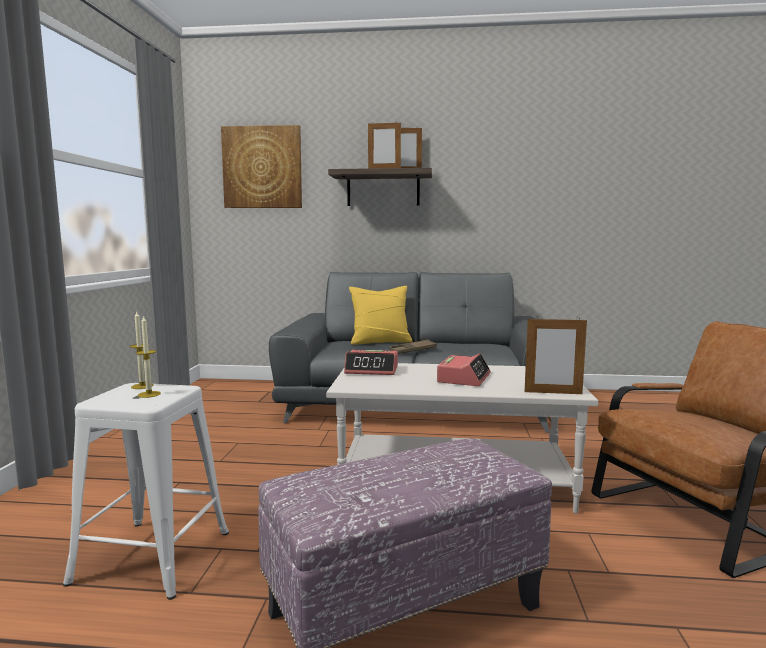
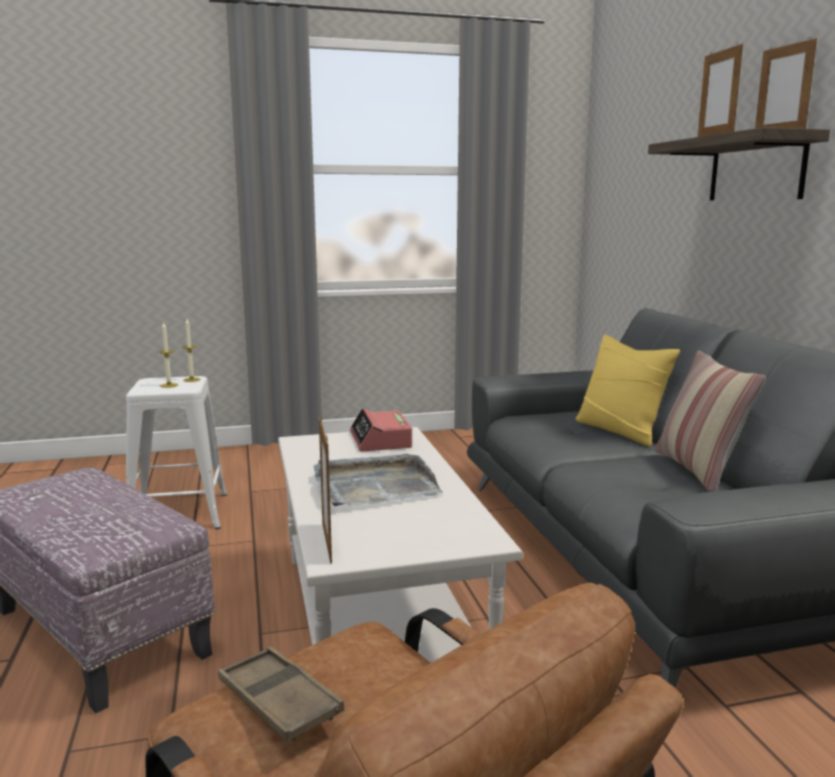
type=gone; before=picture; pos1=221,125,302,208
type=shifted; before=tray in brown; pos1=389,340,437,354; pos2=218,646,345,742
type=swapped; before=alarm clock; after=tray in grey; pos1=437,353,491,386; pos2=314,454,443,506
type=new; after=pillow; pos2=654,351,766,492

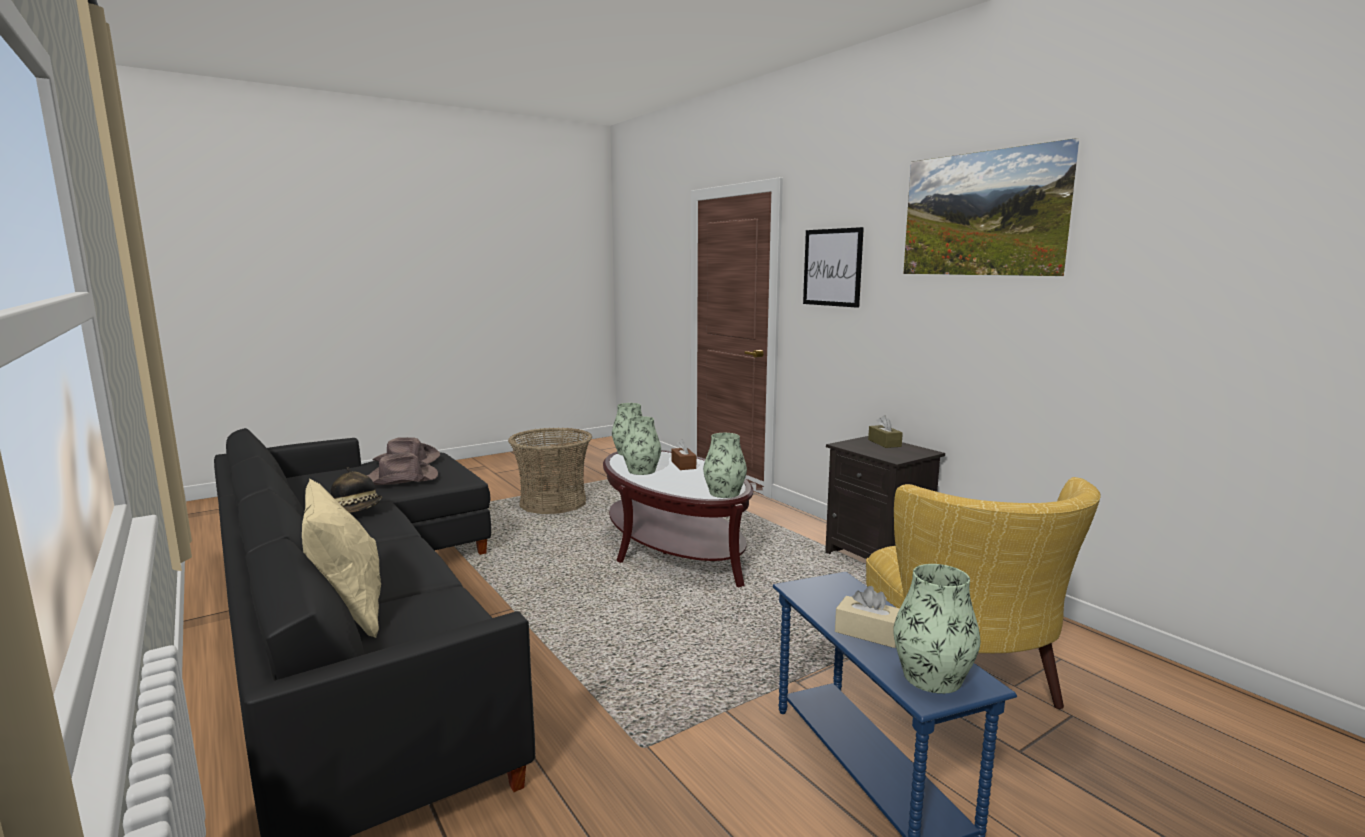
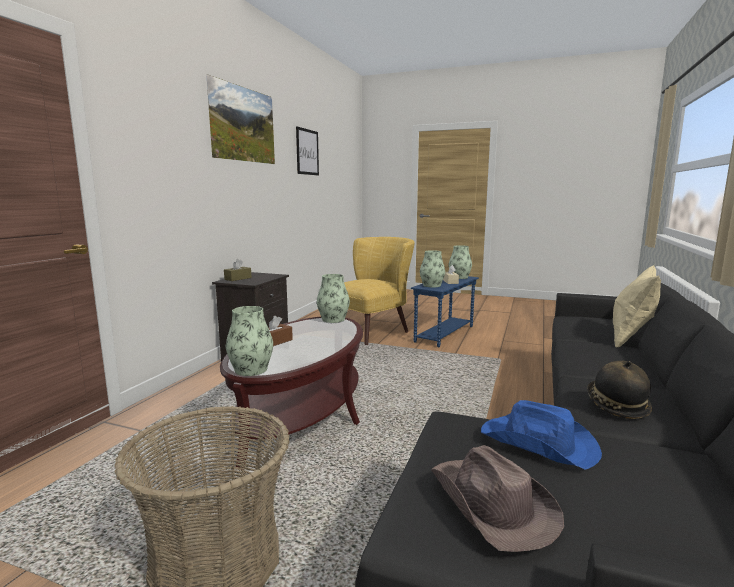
type=repainted; before=hat in brown; after=hat in blue; pos1=367,453,438,485; pos2=481,400,602,470
type=shifted; before=vase; pos1=622,416,661,475; pos2=420,250,445,287
type=shifted; before=picture; pos1=803,227,864,308; pos2=296,126,319,175

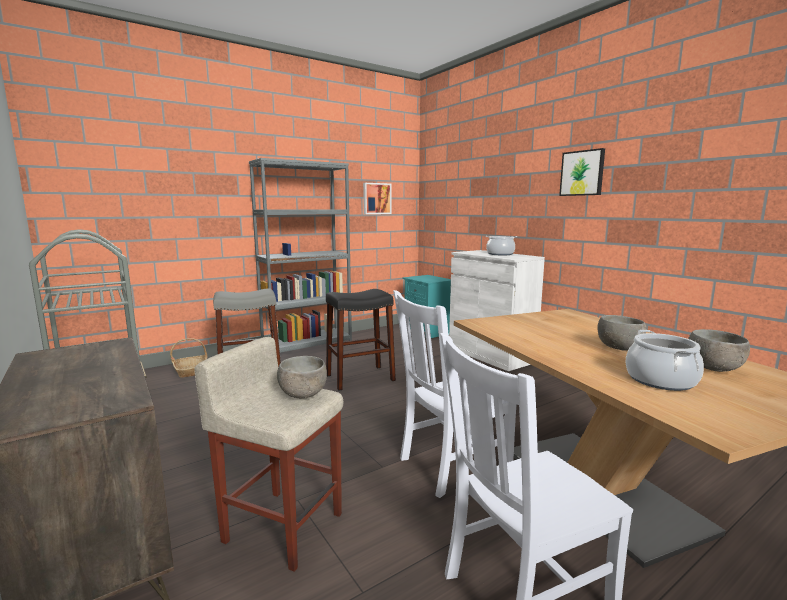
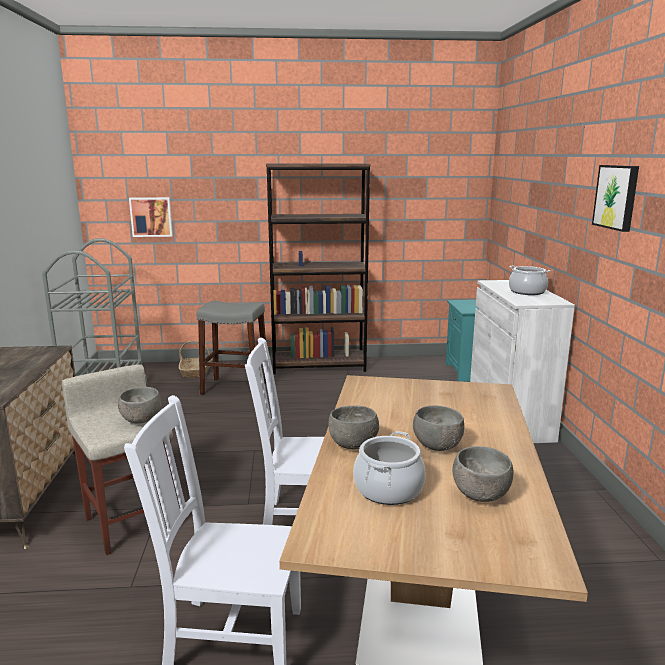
type=repainted; before=bookcase in grey; after=bookcase in brown; pos1=249,158,352,353; pos2=266,163,371,374
type=gone; before=stool in black; pos1=326,289,396,391
type=shifted; before=picture; pos1=363,183,391,214; pos2=129,197,173,237
type=new; after=bowl in grey; pos2=329,405,379,449

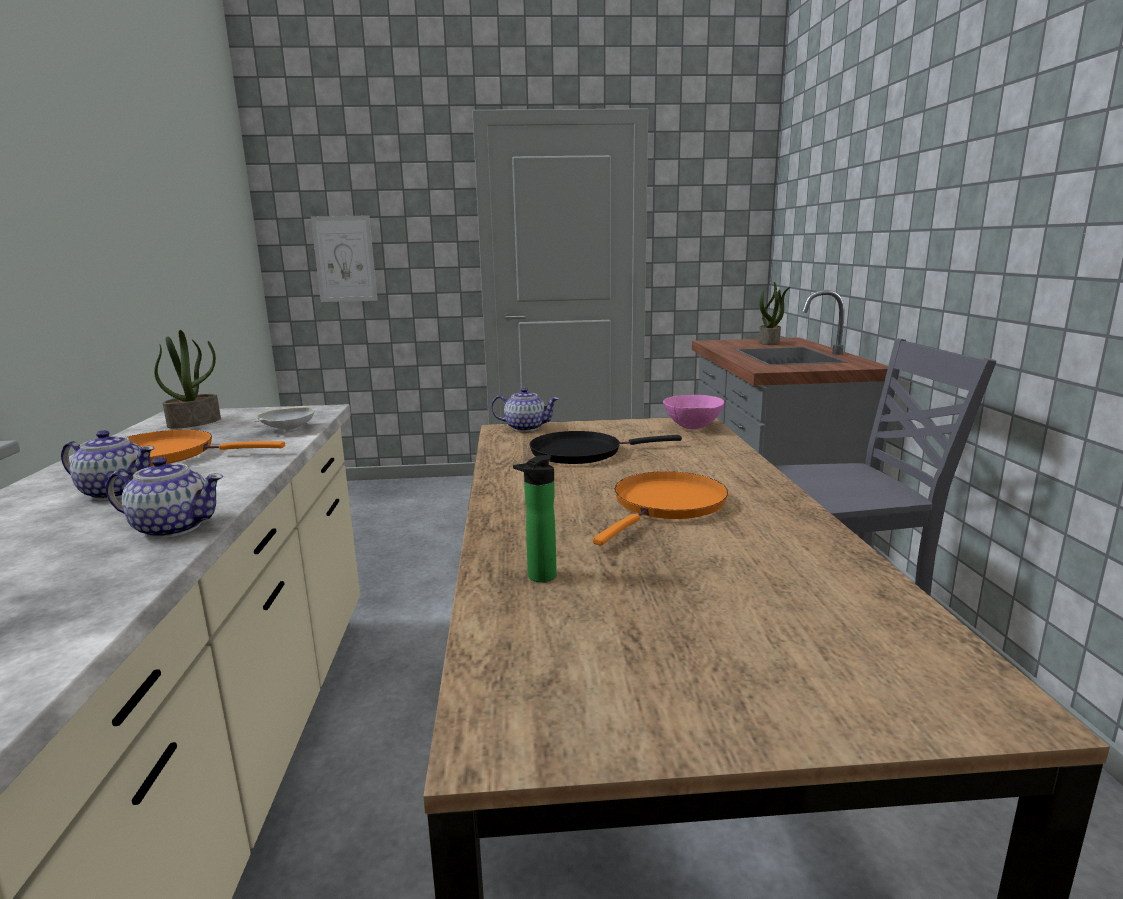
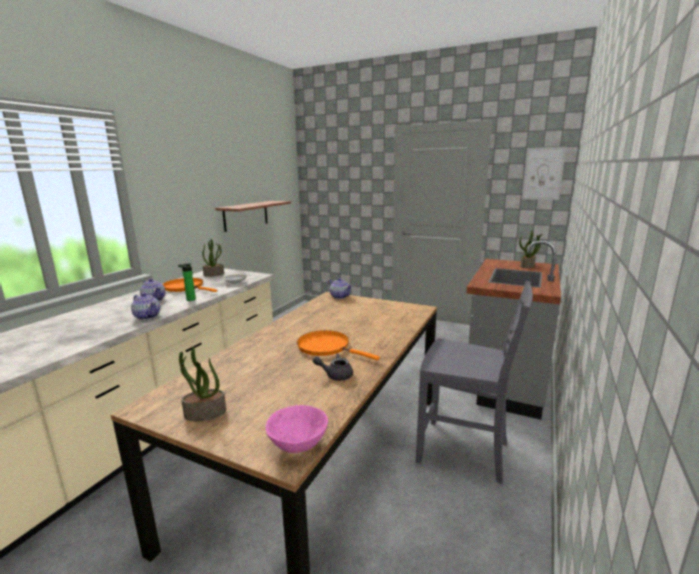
type=shifted; before=picture; pos1=311,215,377,302; pos2=522,147,566,200
type=shifted; before=bottle; pos1=513,455,557,582; pos2=178,263,196,301
type=gone; before=frying pan in black; pos1=530,431,682,464
type=rotated; before=frying pan in orange; pos1=593,471,728,546; pos2=297,330,380,360; turn=-120
type=shifted; before=bowl in pink; pos1=663,395,725,429; pos2=265,405,328,453
type=new; after=potted plant; pos2=179,347,226,421
type=new; after=shelf; pos2=215,201,291,232
type=new; after=teapot in grey; pos2=313,353,353,381

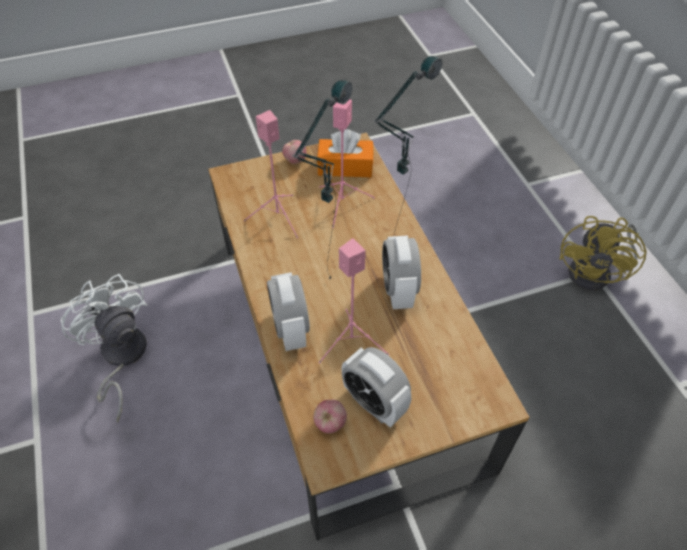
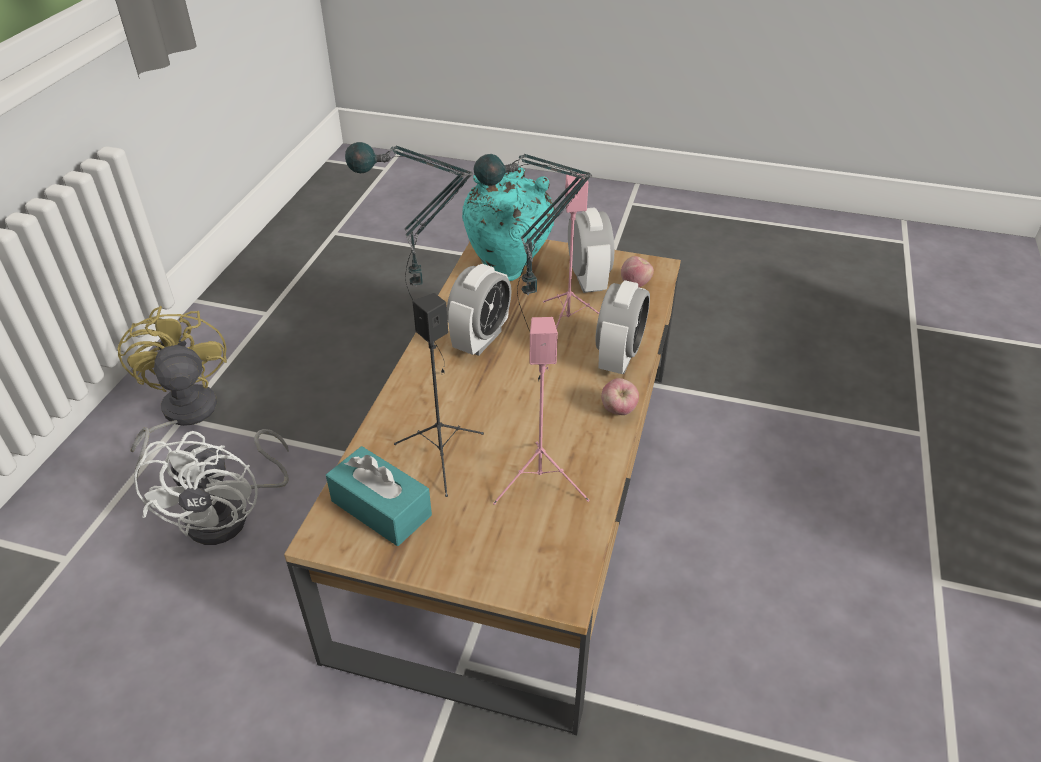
type=shifted; before=fan in white; pos1=61,274,148,422; pos2=134,429,289,545
type=shifted; before=apple; pos1=282,140,306,164; pos2=601,378,639,415
type=repainted; before=tissue box in orange; after=tissue box in turquoise; pos1=317,129,373,177; pos2=326,446,432,546
type=repainted; before=speaker in pink; after=speaker in black; pos1=319,99,375,228; pos2=394,293,484,497
type=rotated; before=fan in yellow; pos1=559,216,647,291; pos2=117,306,227,479; turn=-75
type=new; after=vase in turquoise; pos2=462,165,555,281

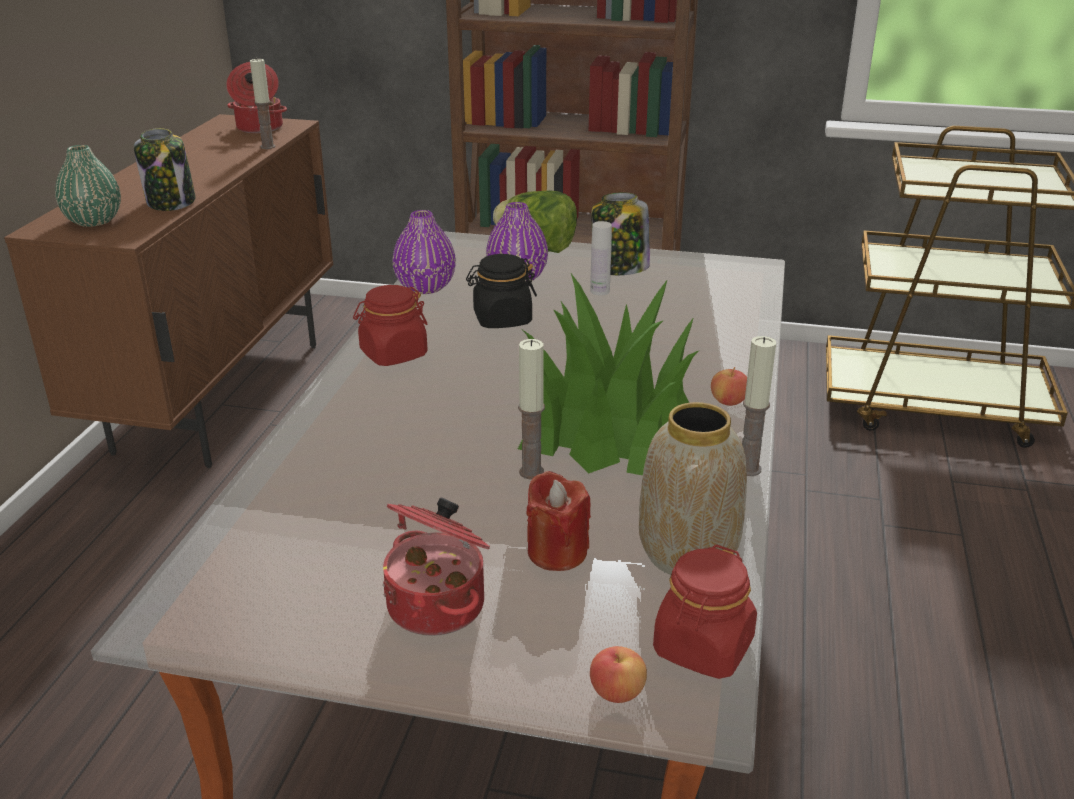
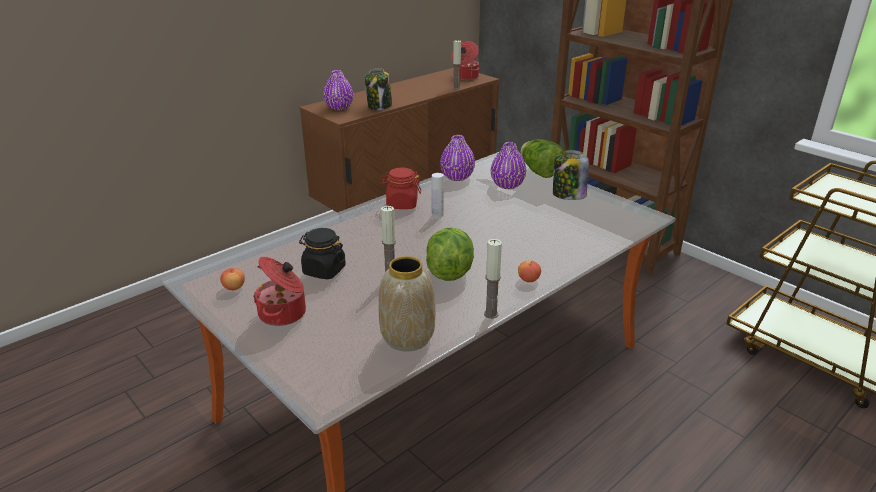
type=repainted; before=vase in green; after=vase in purple; pos1=55,145,121,227; pos2=323,70,353,110
type=shifted; before=jar in black; pos1=466,254,537,328; pos2=299,228,346,279
type=swapped; before=potted plant; after=lettuce; pos1=518,274,698,475; pos2=426,227,474,281
type=gone; before=candle in red; pos1=526,471,591,571
type=shifted; before=bottle in white; pos1=590,221,612,295; pos2=431,173,444,217
type=shifted; before=apple; pos1=590,646,647,703; pos2=220,268,245,290
type=gone; before=jar in red; pos1=653,545,757,679

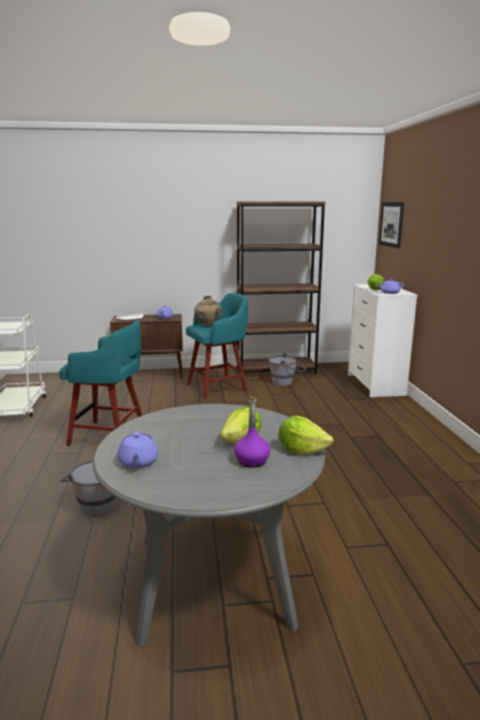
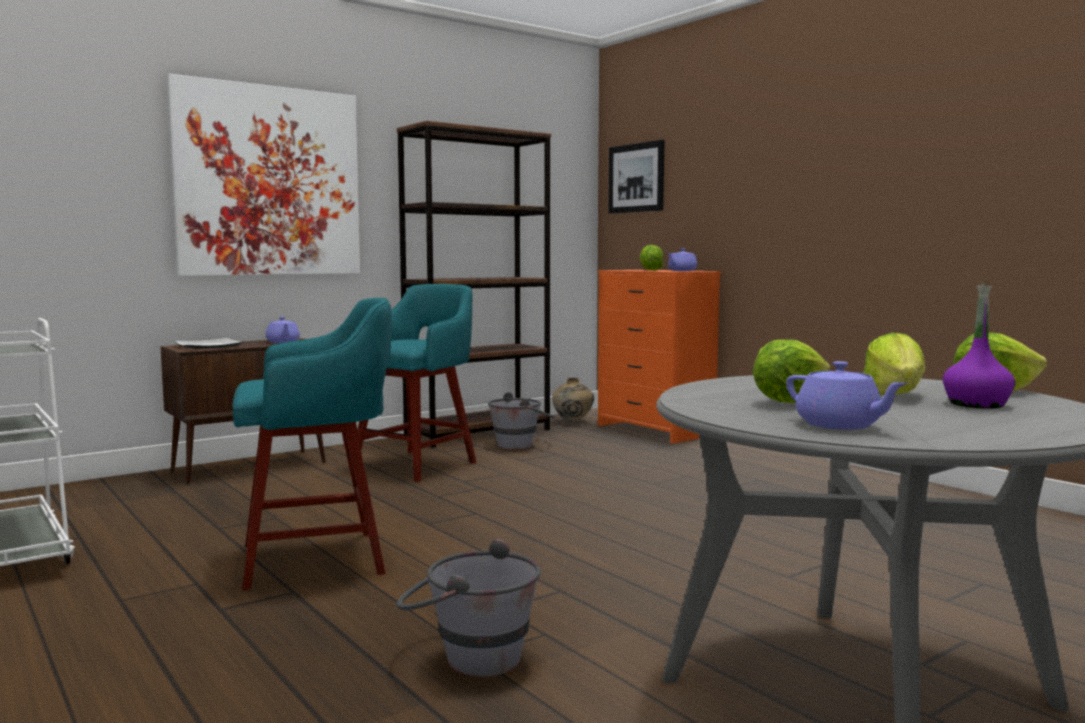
type=shifted; before=vase in beige; pos1=194,296,222,326; pos2=552,378,594,422
type=repainted; before=dresser in white; after=dresser in orange; pos1=348,284,418,397; pos2=598,270,721,444
type=new; after=picture; pos2=166,74,360,276
type=new; after=lettuce; pos2=752,339,830,403

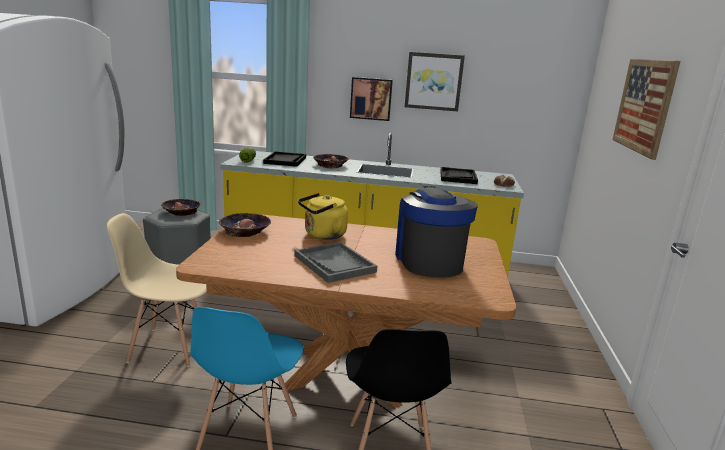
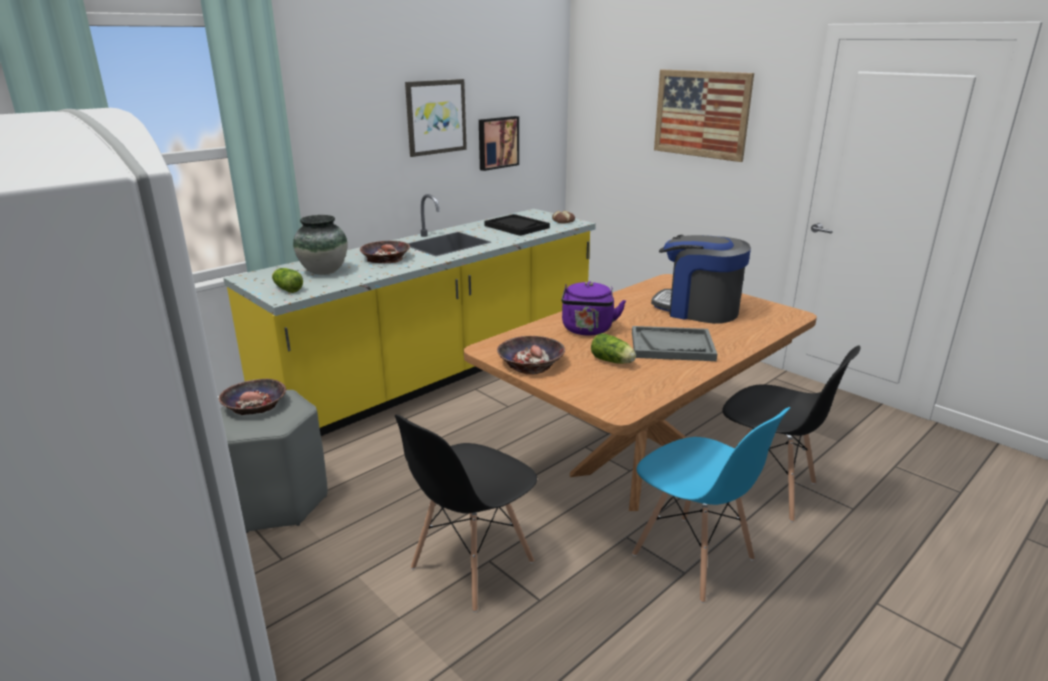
type=repainted; before=chair in beige; after=chair in black; pos1=107,213,207,367; pos2=395,414,537,612
type=swapped; before=tray in black; after=vase; pos1=263,151,306,167; pos2=293,215,348,275
type=repainted; before=kettle in yellow; after=kettle in purple; pos1=298,193,348,240; pos2=562,281,626,335
type=shifted; before=picture; pos1=350,77,393,121; pos2=479,116,519,171
type=new; after=lettuce; pos2=591,333,636,364

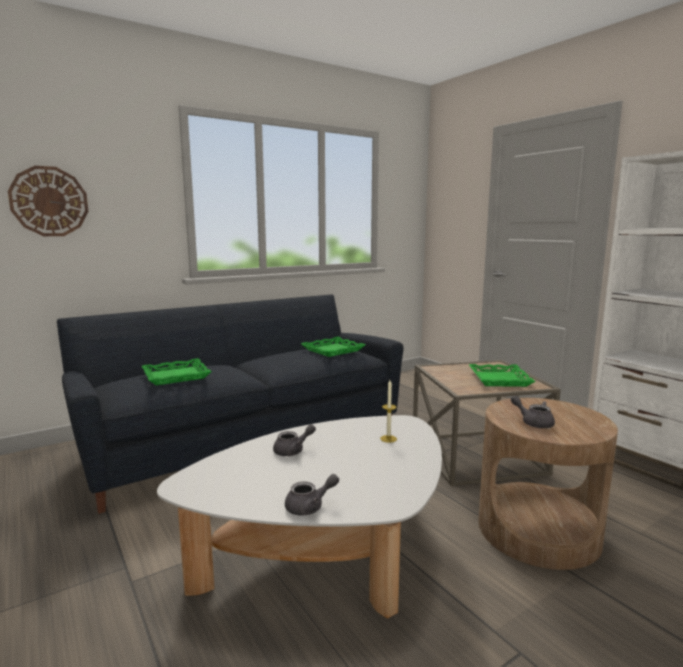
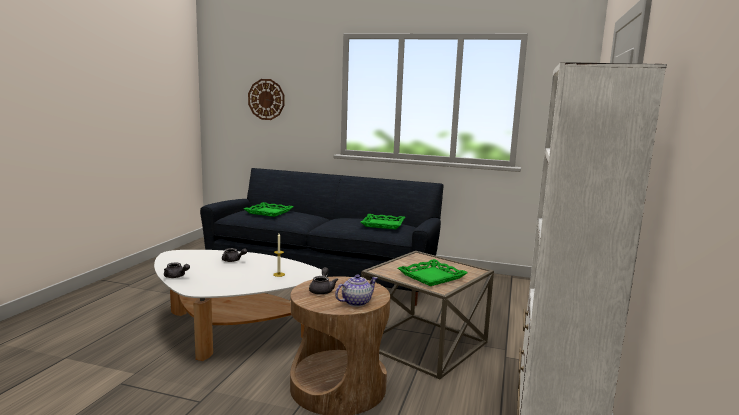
type=new; after=teapot; pos2=335,274,377,307

